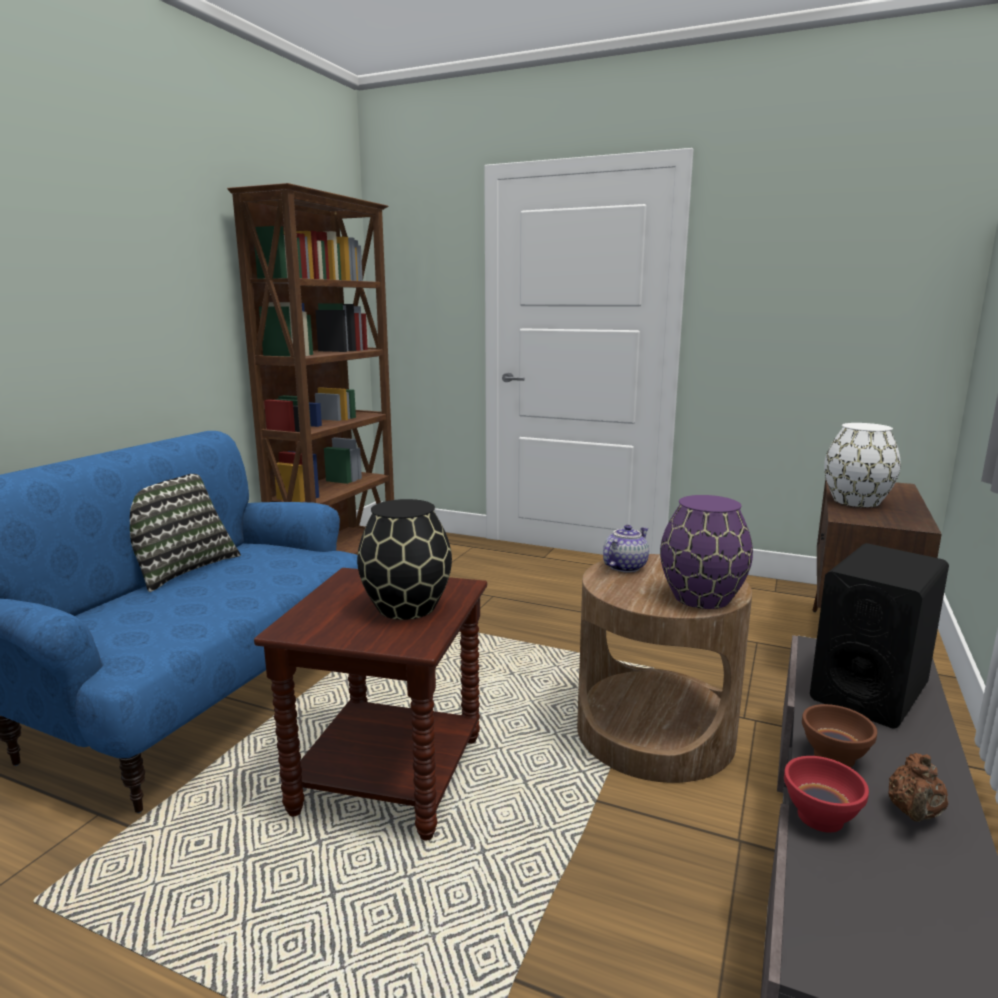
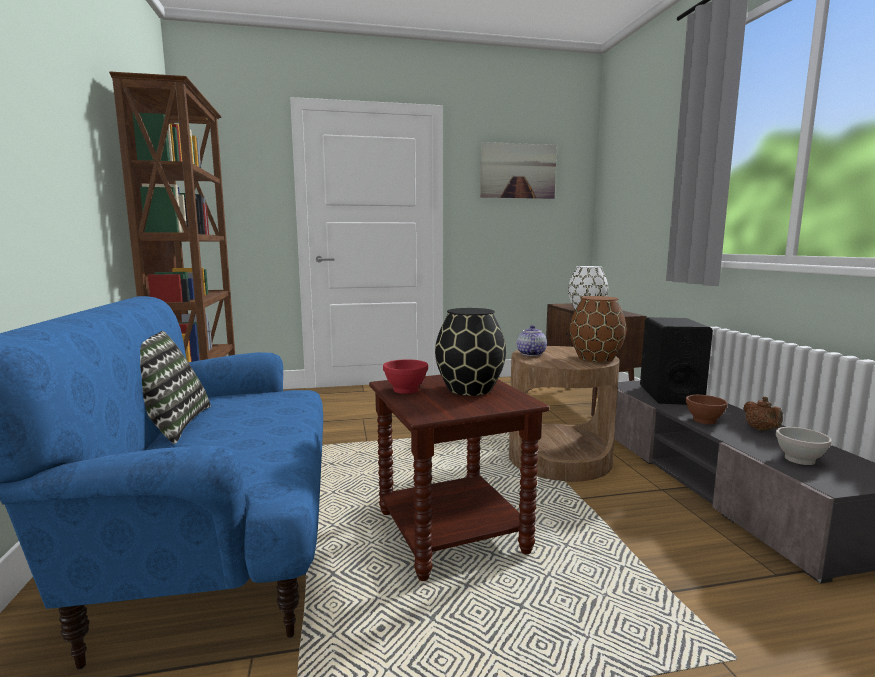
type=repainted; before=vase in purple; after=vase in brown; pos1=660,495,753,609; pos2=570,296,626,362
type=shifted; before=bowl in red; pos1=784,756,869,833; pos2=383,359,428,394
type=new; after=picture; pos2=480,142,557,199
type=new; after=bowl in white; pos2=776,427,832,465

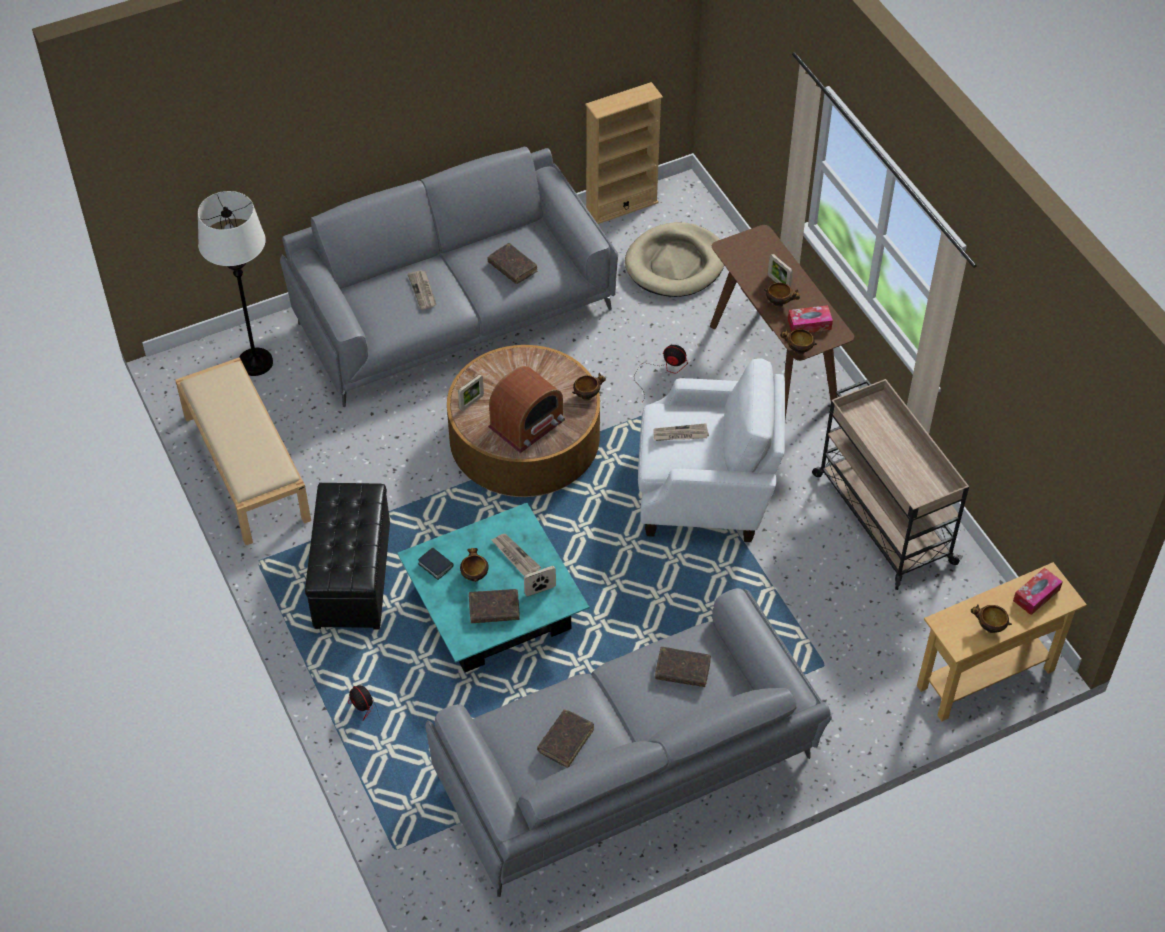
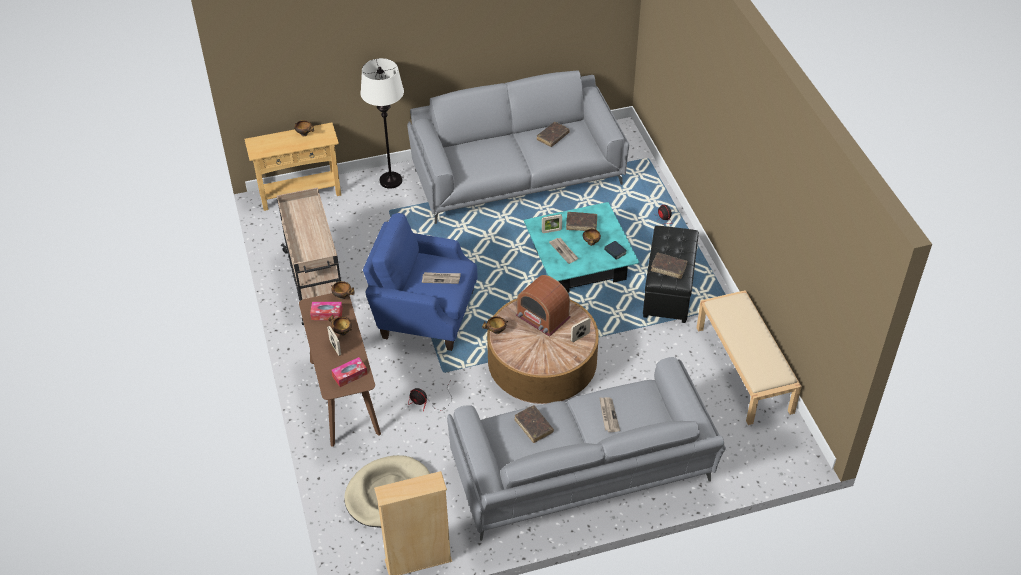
type=shifted; before=floor lamp in white; pos1=198,191,273,376; pos2=360,58,404,189
type=rotated; before=radio; pos1=488,366,565,453; pos2=516,275,571,337; turn=-105
type=repainted; before=armchair in white; after=armchair in blue; pos1=638,358,785,542; pos2=363,213,477,351
type=shifted; before=book in brown; pos1=655,647,711,687; pos2=651,253,687,279
type=shifted; before=tissue box; pos1=1013,567,1063,615; pos2=331,357,367,387

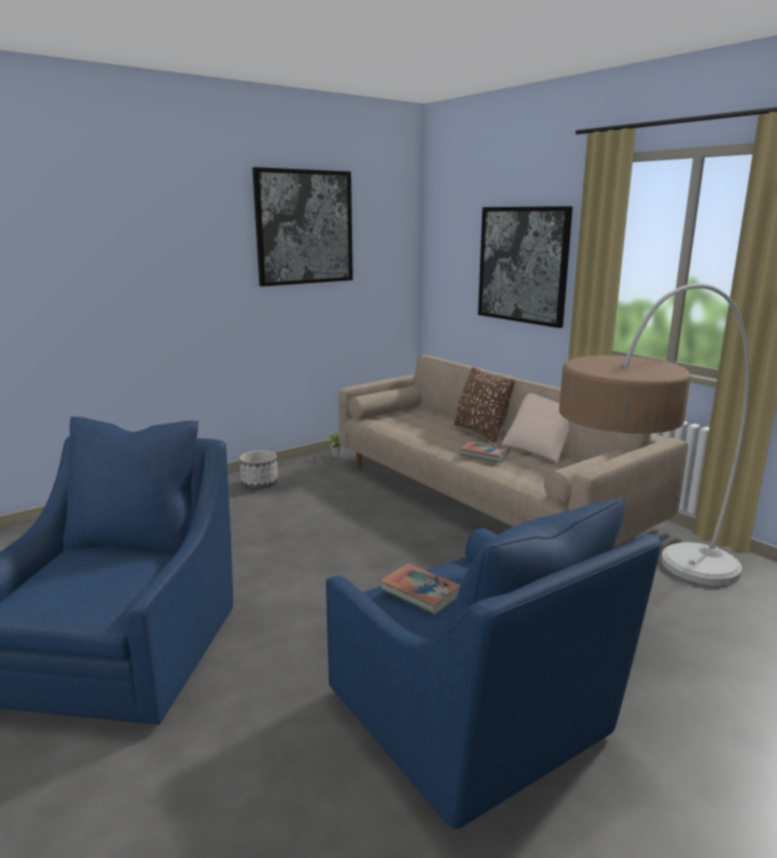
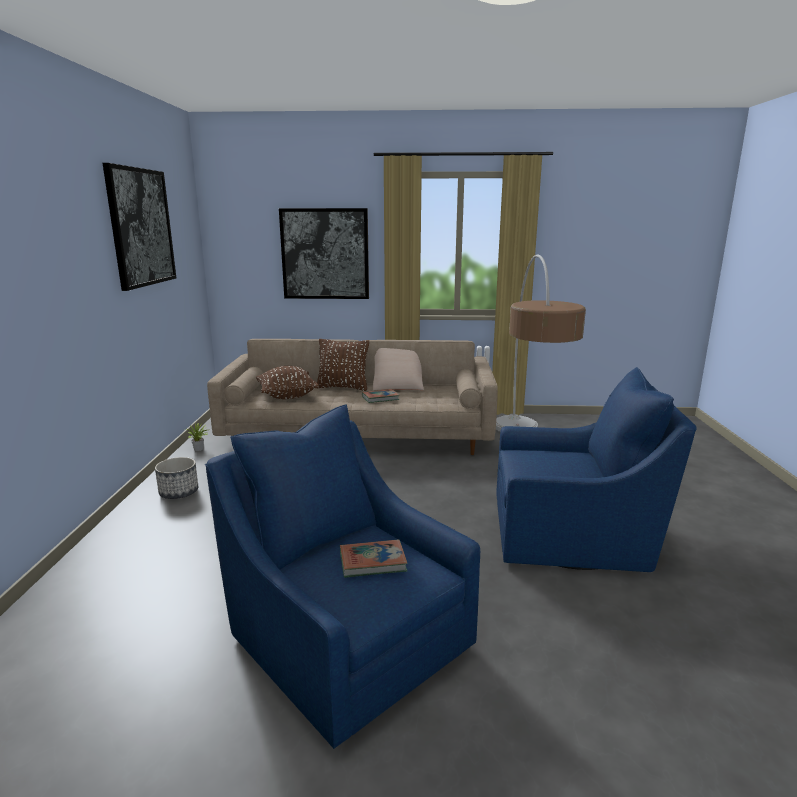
type=shifted; before=book; pos1=380,564,460,615; pos2=340,539,408,578
type=new; after=pillow in brown; pos2=256,366,319,399

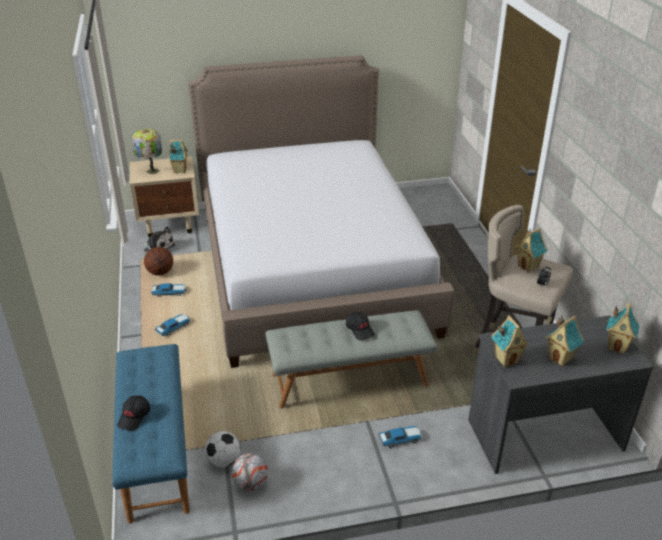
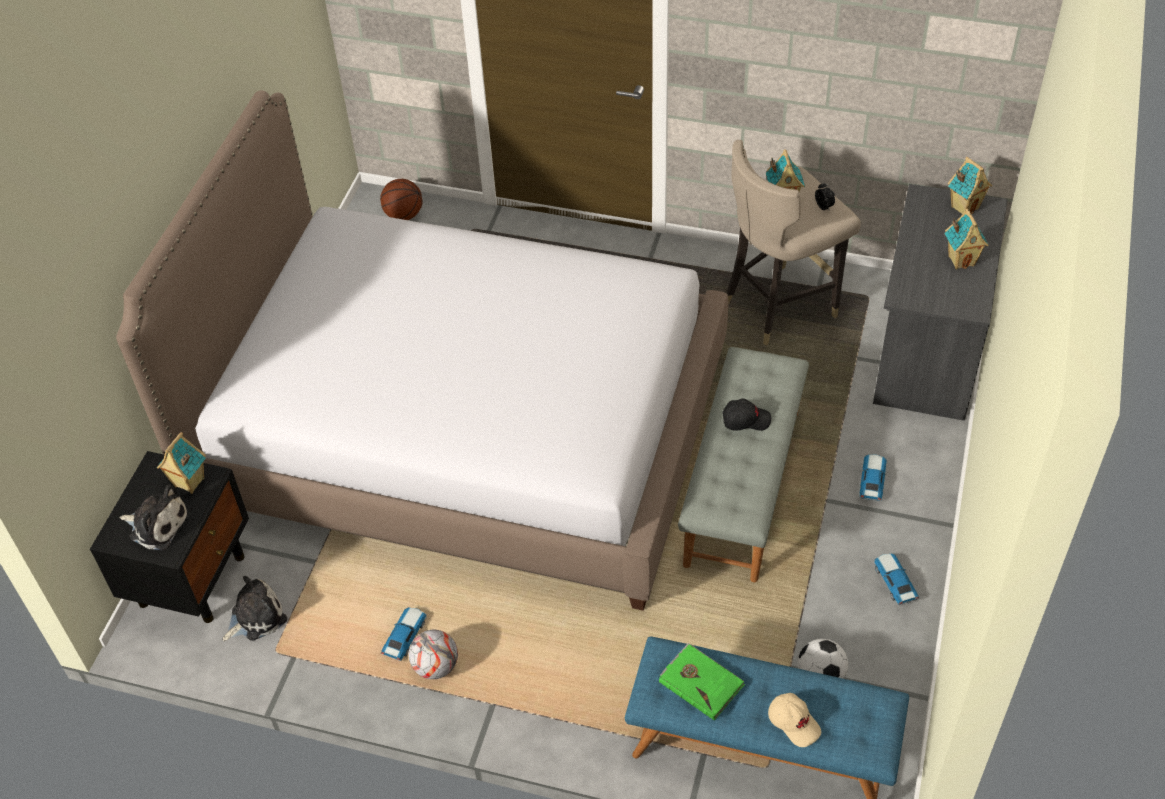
type=repainted; before=cap in black; after=cap in beige; pos1=117,396,150,431; pos2=768,693,821,747
type=repainted; before=nightstand in beige; after=nightstand in black; pos1=130,156,199,237; pos2=90,451,249,623
type=swapped; before=table lamp; after=plush toy; pos1=132,129,162,174; pos2=119,484,191,550
type=shifted; before=basketball; pos1=144,247,173,276; pos2=380,179,423,220
type=shifted; before=toy car; pos1=154,314,191,336; pos2=873,553,919,605
type=shifted; before=football; pos1=231,453,268,491; pos2=409,630,458,679
type=gone; before=toy house; pos1=492,315,530,367
type=new; after=book in green; pos2=659,643,745,721

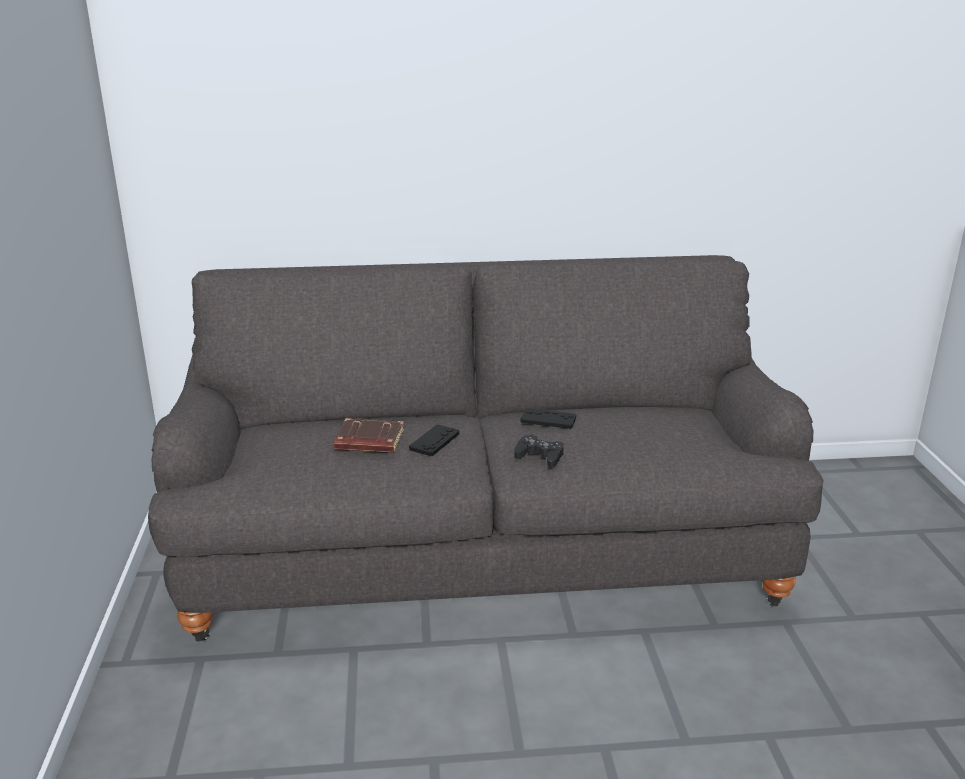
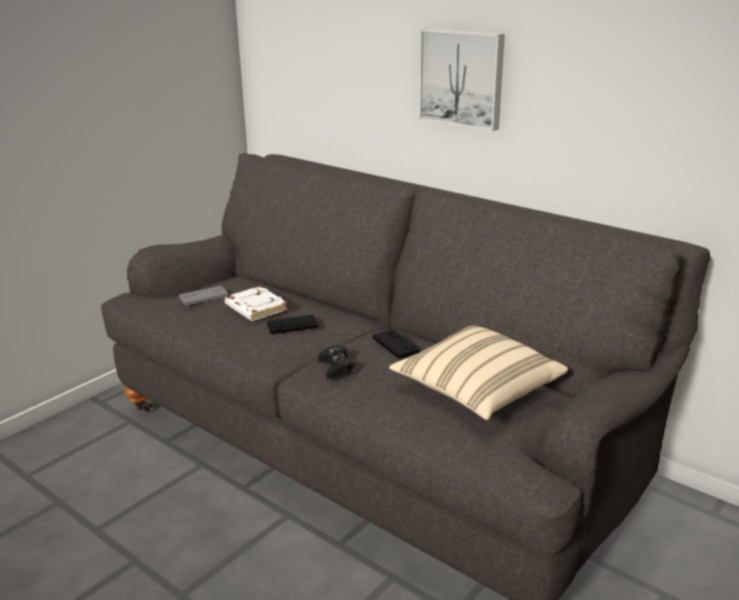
type=repainted; before=book in brown; after=book in white; pos1=334,418,404,453; pos2=225,286,287,321
type=new; after=game controller in grey; pos2=179,286,228,306
type=new; after=pillow in beige; pos2=389,325,568,420
type=new; after=picture; pos2=419,29,505,131

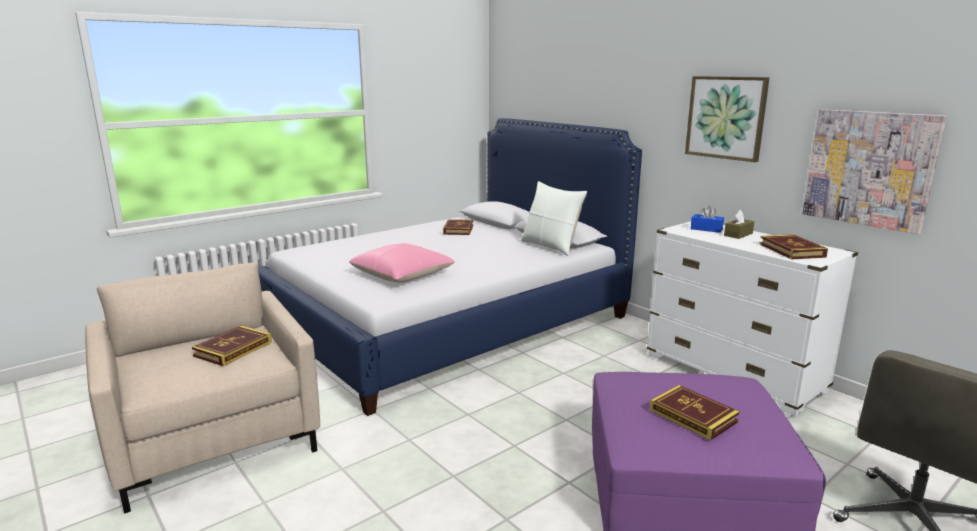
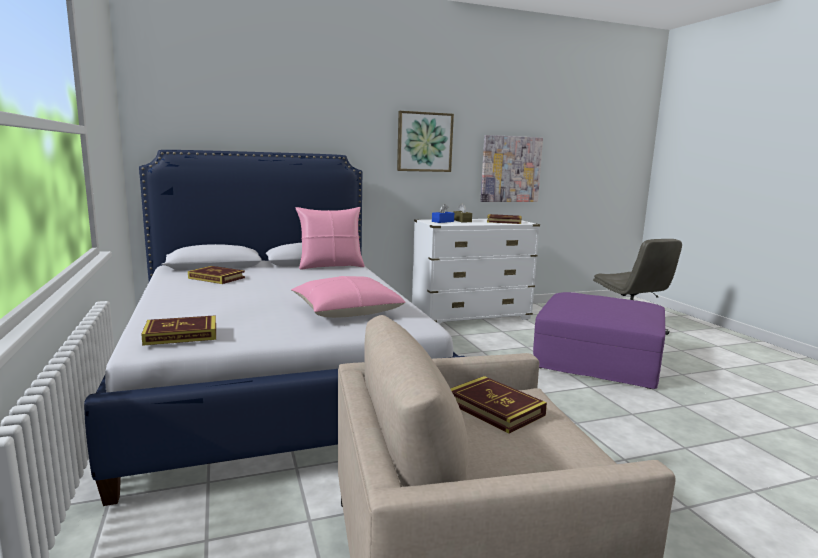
type=repainted; before=pillow in white; after=pillow in pink; pos1=521,181,587,256; pos2=296,207,364,270
type=shifted; before=book; pos1=650,385,740,440; pos2=141,315,216,346

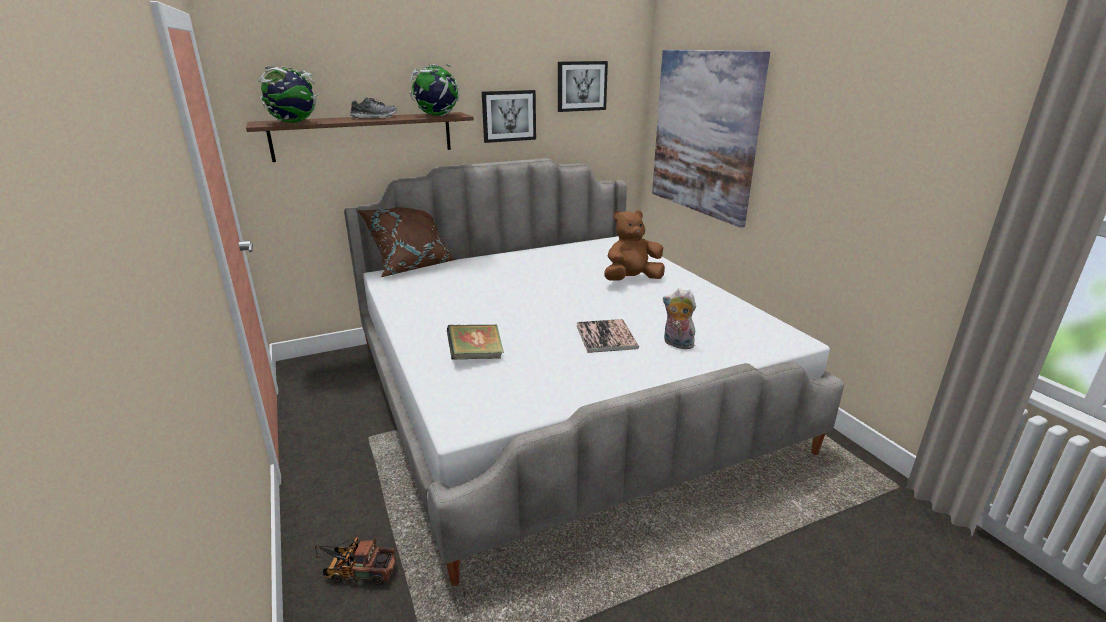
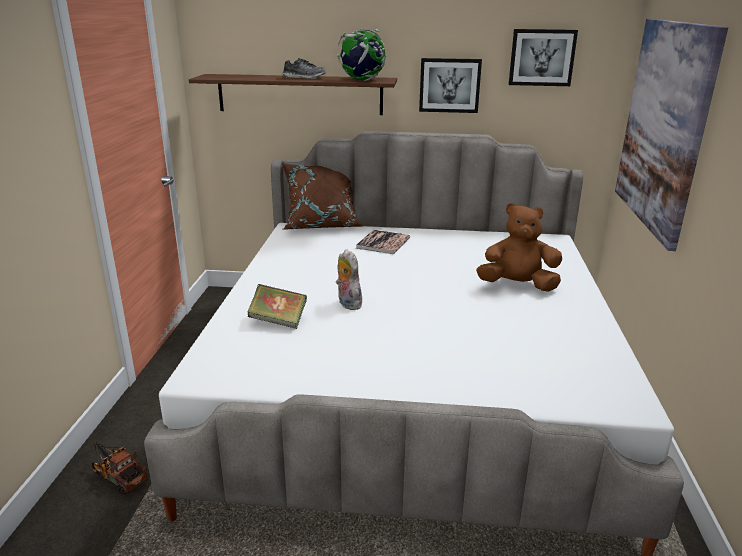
type=gone; before=globe; pos1=258,66,318,123
type=shifted; before=book; pos1=576,319,639,353; pos2=356,230,410,254
type=shifted; before=plush toy; pos1=663,289,696,349; pos2=336,249,362,310

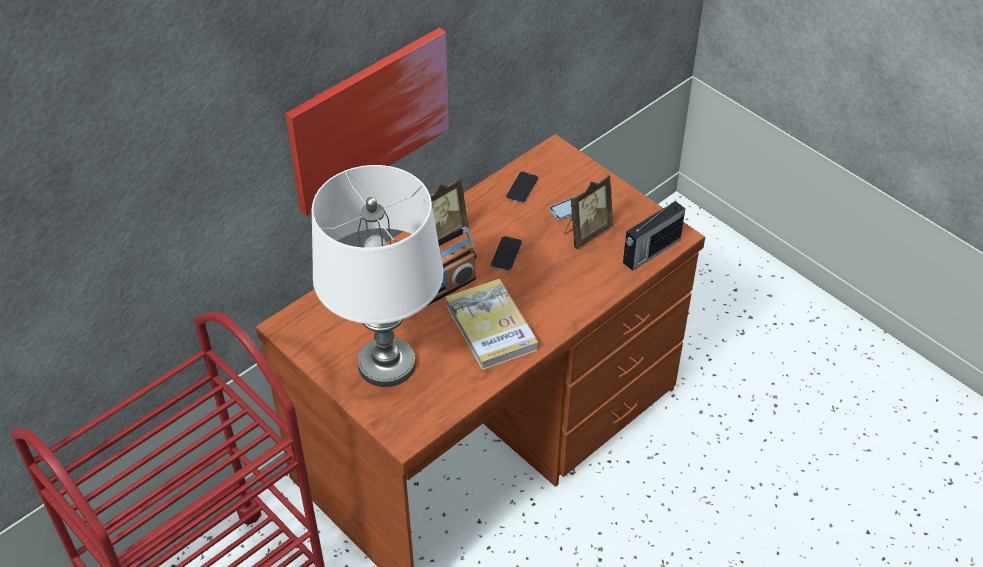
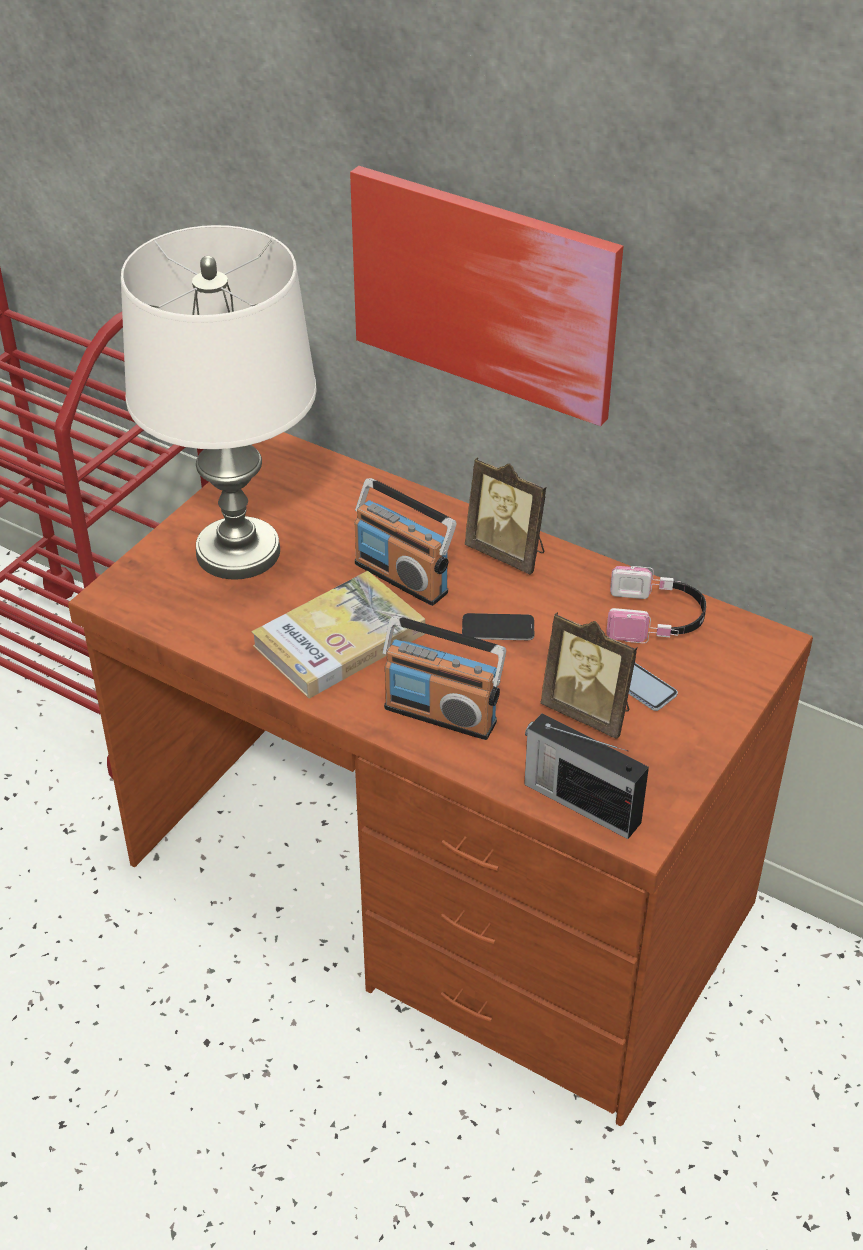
type=swapped; before=phone; after=headphones; pos1=506,172,538,203; pos2=606,566,706,643
type=new; after=radio; pos2=383,616,506,740

